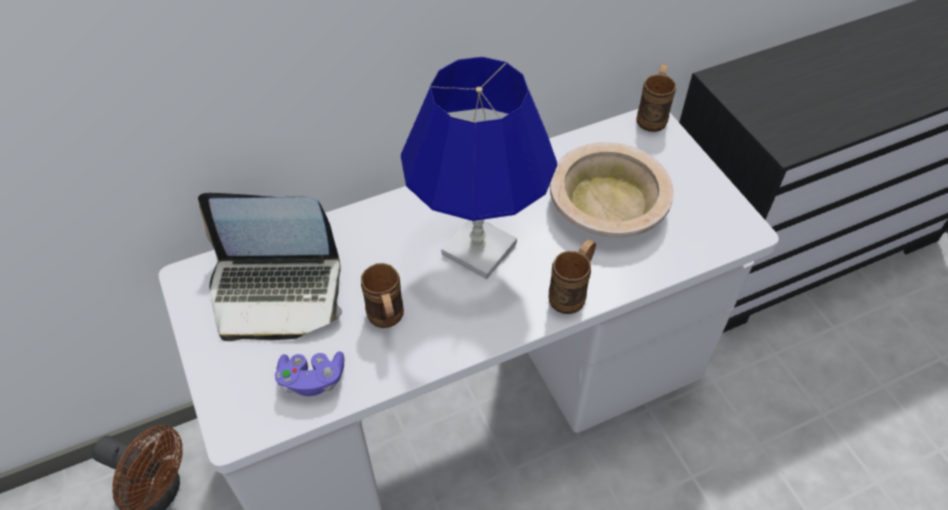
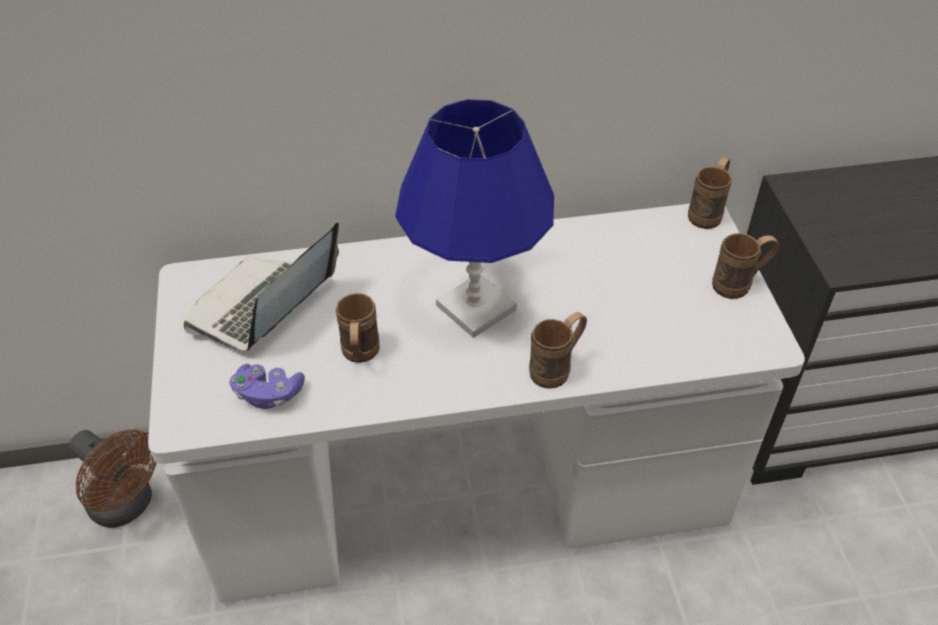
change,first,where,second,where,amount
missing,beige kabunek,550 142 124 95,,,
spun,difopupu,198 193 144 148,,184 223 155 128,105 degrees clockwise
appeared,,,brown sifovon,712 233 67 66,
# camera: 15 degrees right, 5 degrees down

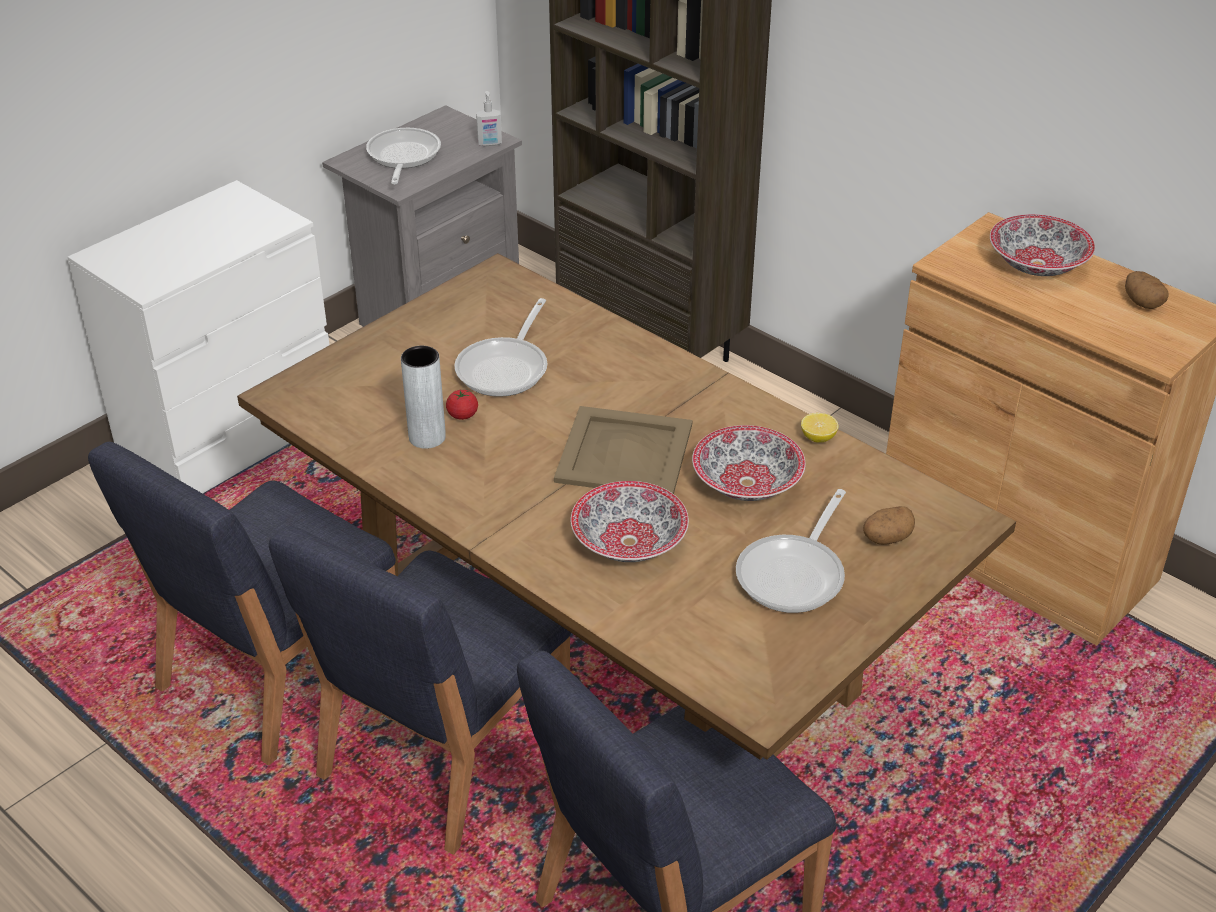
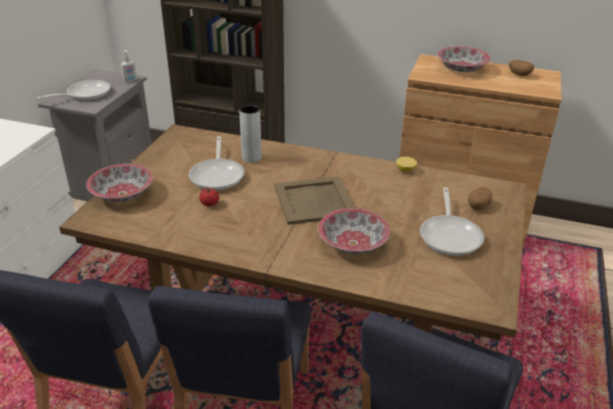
change,first,where,second,where,amount
spun,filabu,366 128 75 56,,37 80 74 21,75 degrees clockwise
relocated,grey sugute,401 346 45 103,,239 105 23 58,
relocated,kabunek,692 425 114 76,,86 164 67 38,
# camera: 25 degrees left, 5 degrees down

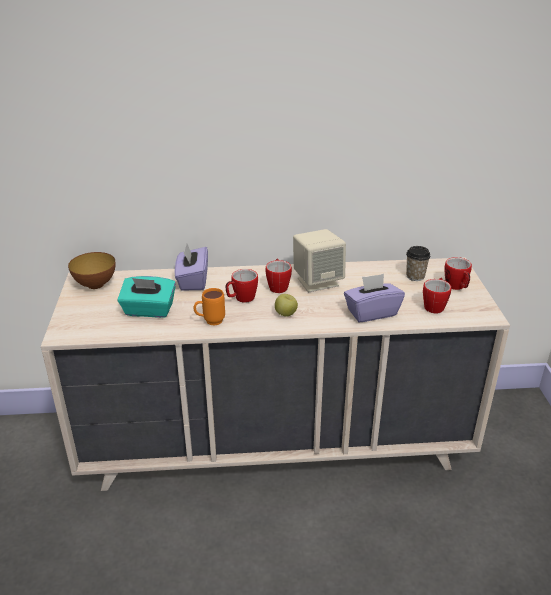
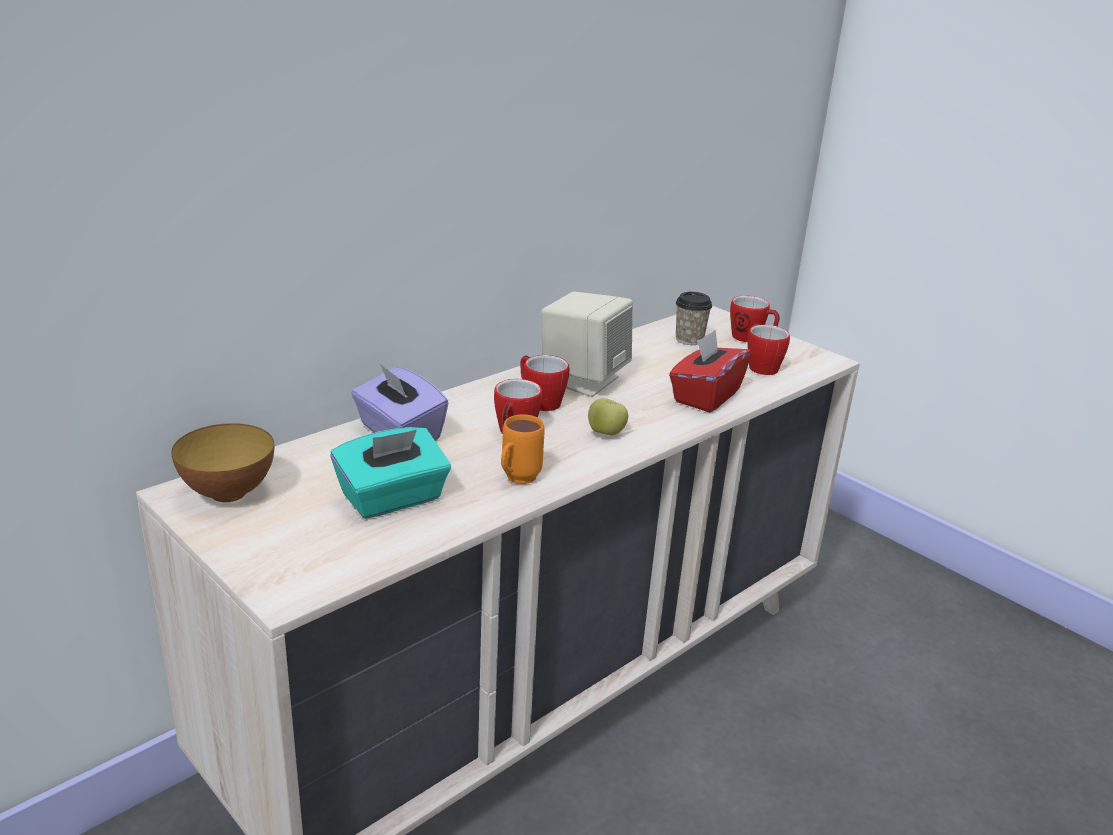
change,first,where,second,where,amount
colour,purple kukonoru,344 274 61 48,red kukonoru,669 330 82 83,
# camera: 40 degrees left, 5 degrees down

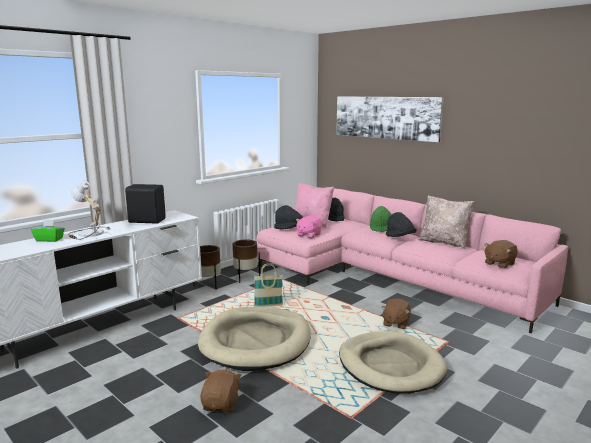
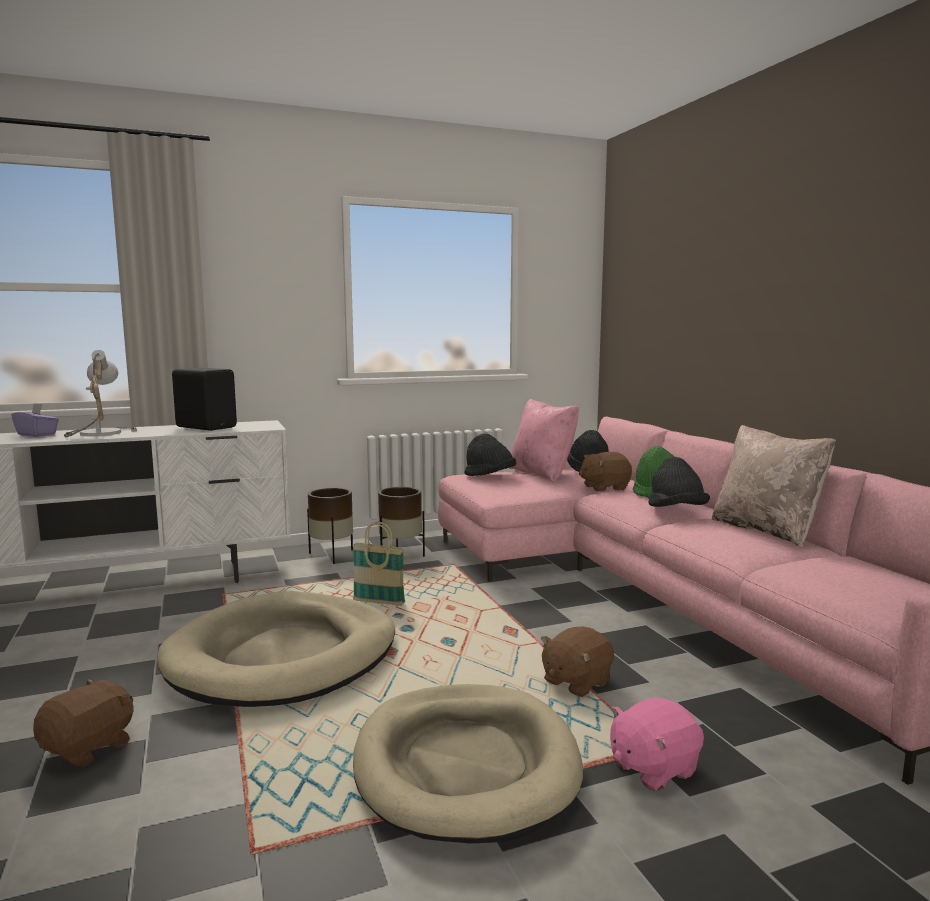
change,first,where,second,where,amount
missing,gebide,336 96 108 46,,,
relocated,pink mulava,296 215 26 23,,610 697 94 94,
colour,green kukonoru,31 219 34 23,purple kukonoru,11 403 48 34,
relocated,brown mulava,484 240 34 29,,579 452 53 40,
# camera: 25 degrees right, 5 degrees down

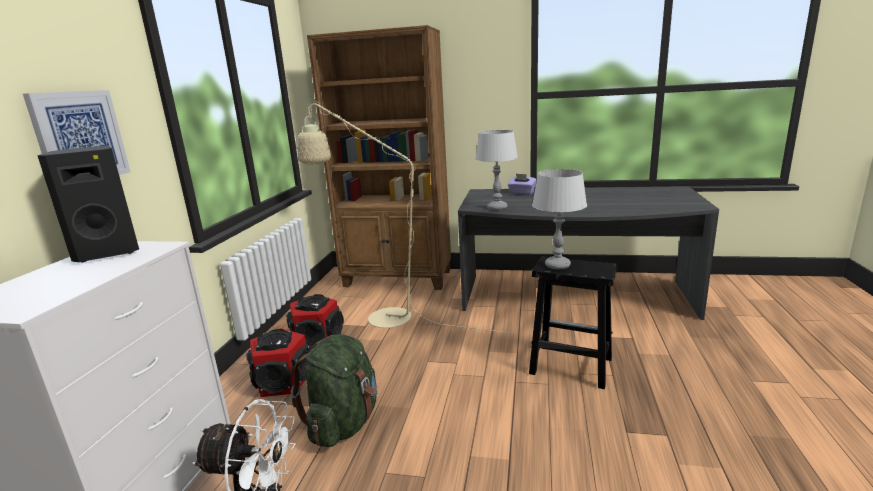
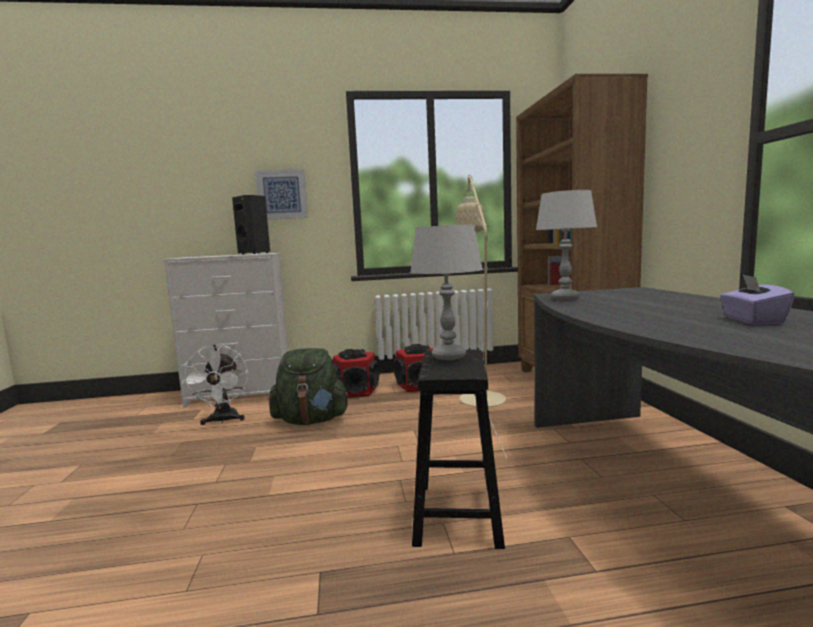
change,first,where,second,where,amount
relocated,purple kukonoru,508 174 29 21,,720 275 75 49,
# camera: 70 degrees right, 10 degrees down

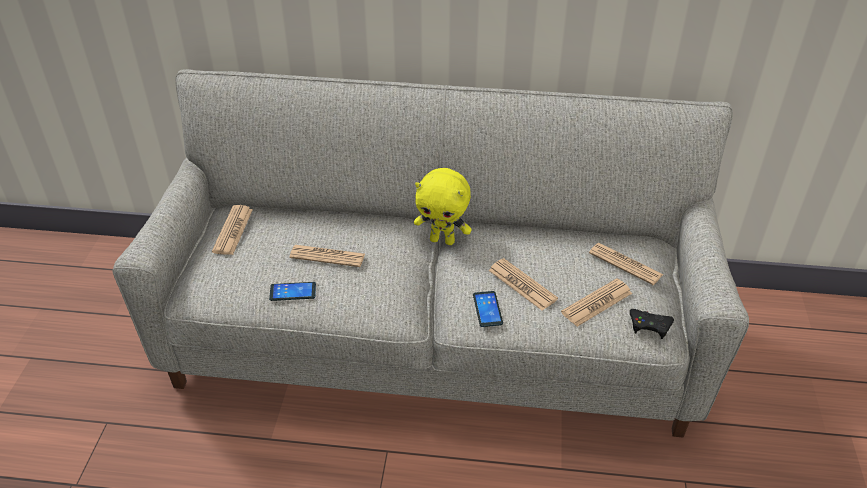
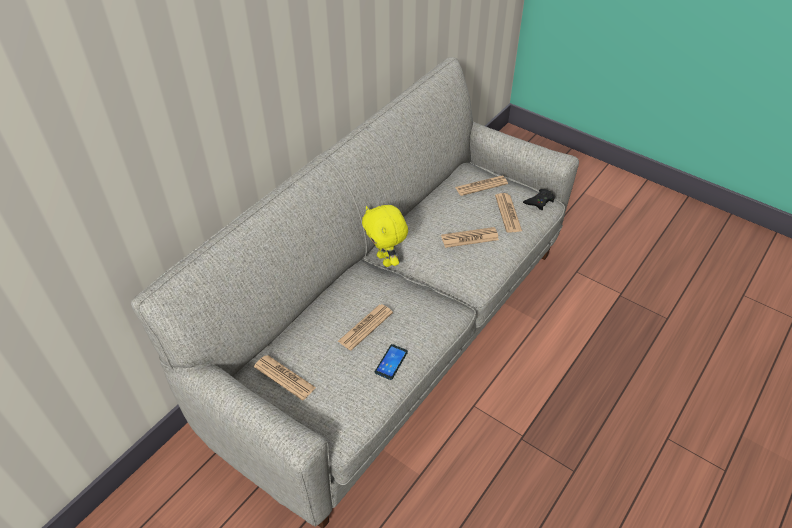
change,first,where,second,where,amount
spun,yellow mulava,414 168 58 77,,362 205 46 62,105 degrees clockwise
missing,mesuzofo,473 291 30 36,,,
# camera: 60 degrees left, 5 degrees up

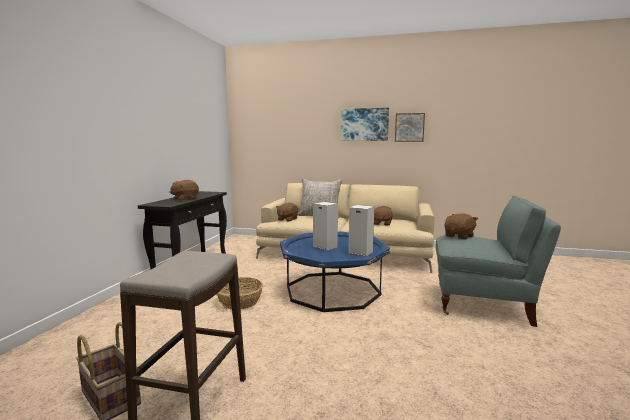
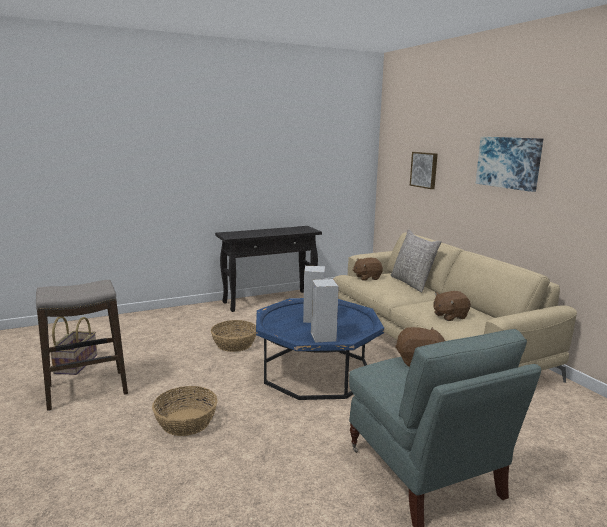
change,first,where,second,where,amount
relocated,gebide,395 113 30 29,,410 152 28 37,
missing,brown mulava,170 180 29 21,,,
appeared,,,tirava,152 386 66 50,
# camera: 50 degrees right, 5 degrees up

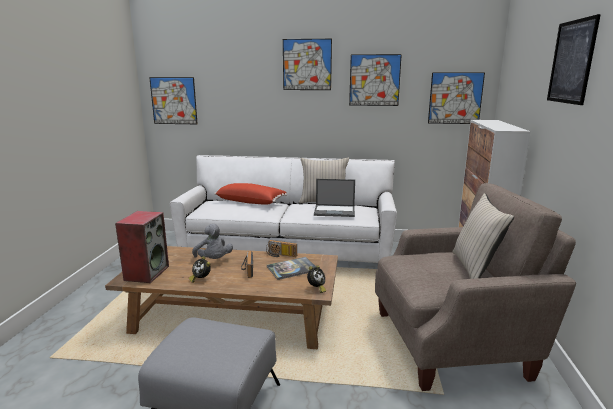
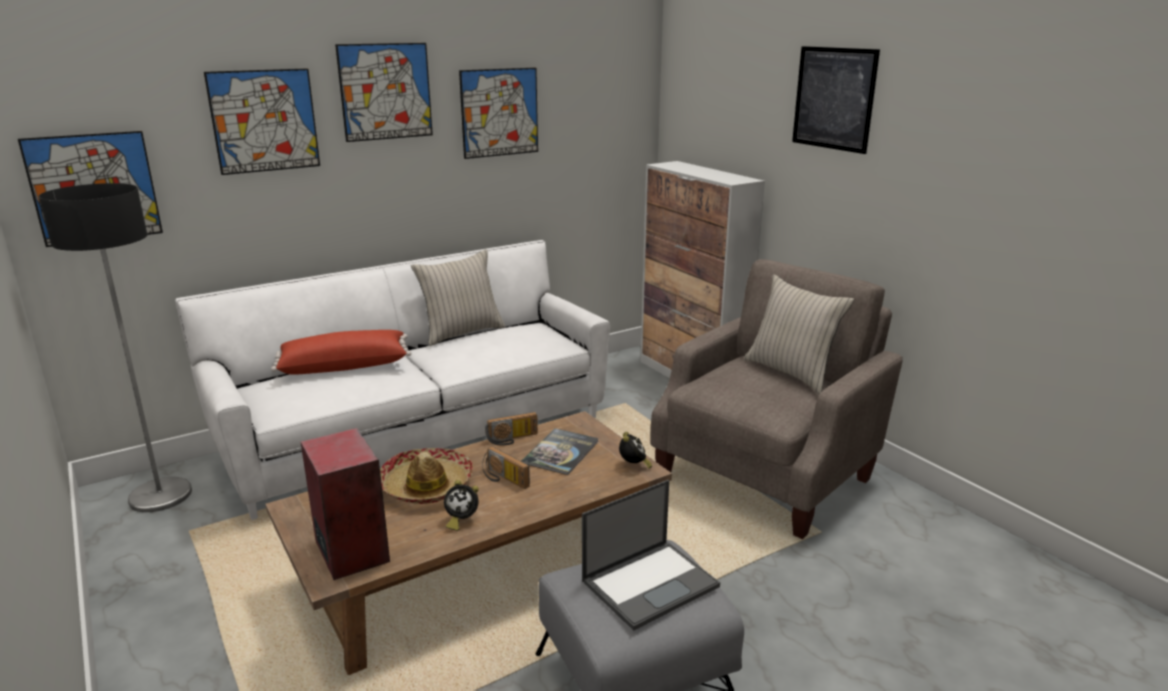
change,first,where,second,where,amount
relocated,gebide,428 72 57 52,,204 68 116 107,
relocated,difopupu,314 179 41 38,,582 480 138 151,
exchanged,grey mulava,192 224 41 35,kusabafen,380 448 93 56,
appeared,,,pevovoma,38 183 154 329,
# camera: 40 degrees left, 5 degrees up

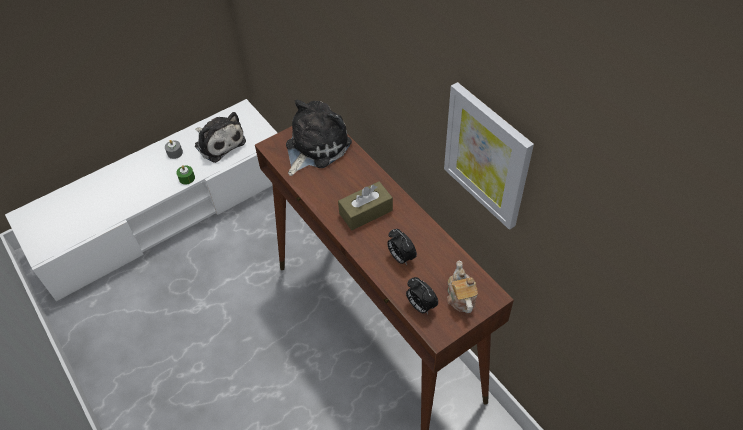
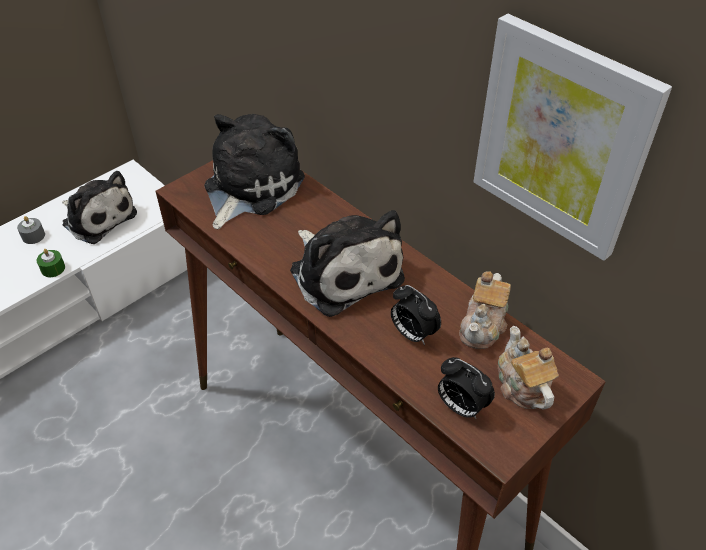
change,first,where,second,where,amount
exchanged,brown kukonoru,338 181 55 49,mulava,290 210 115 107,
appeared,,,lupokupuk,459 271 52 78,
# camera: 10 degrees left, 5 degrees down

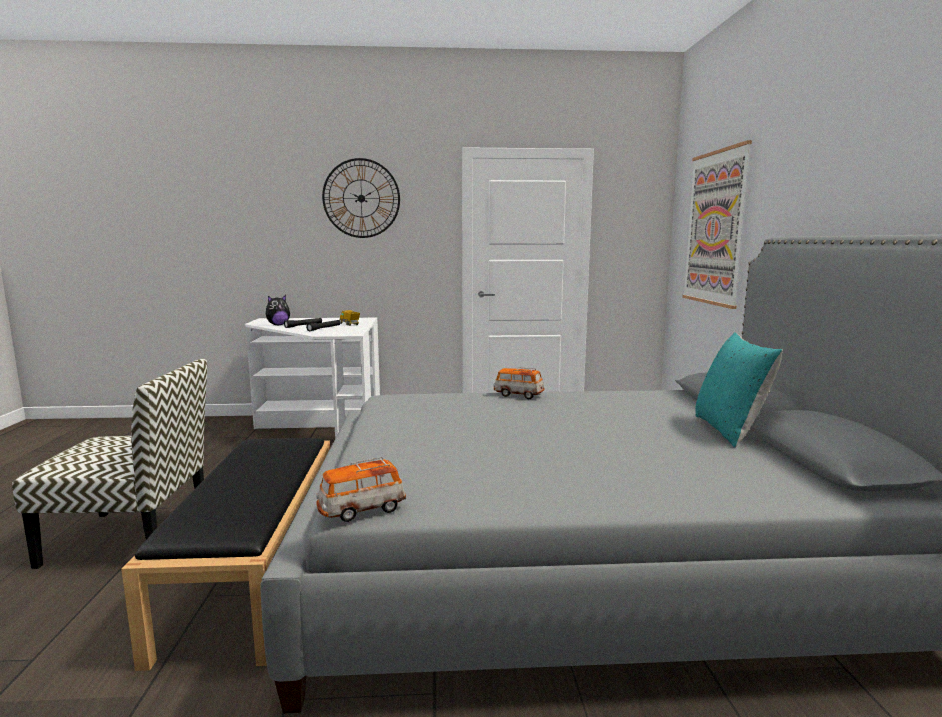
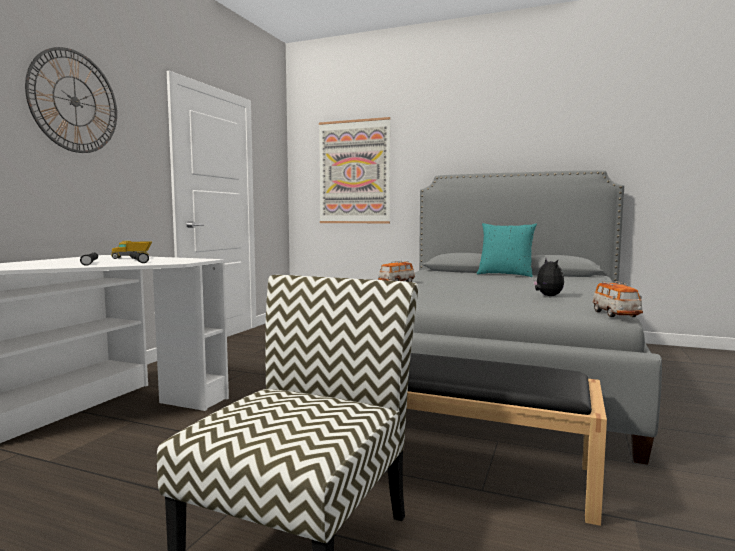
change,first,where,second,where,amount
relocated,mulava,266 295 24 31,,533 258 31 38,
# camera: 65 degrees left, 5 degrees down

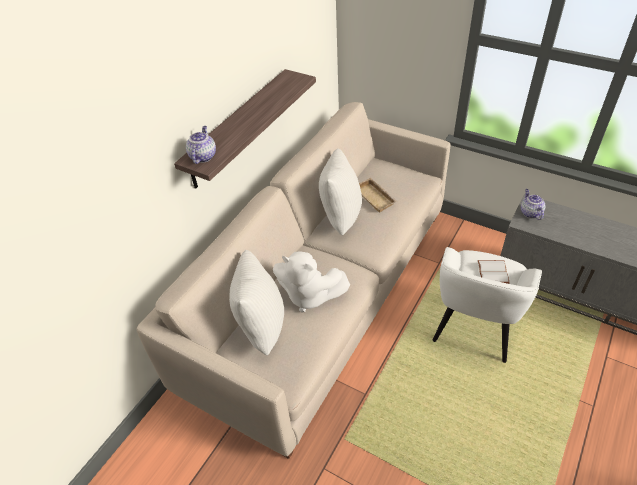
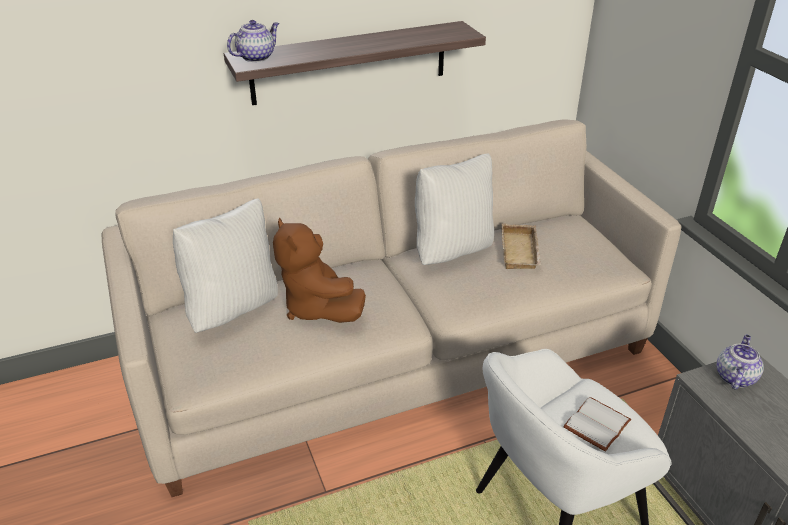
change,first,where,second,where,amount
colour,white mulava,273 251 77 61,brown mulava,273 218 93 105,
# camera: 35 degrees right, 10 degrees down

